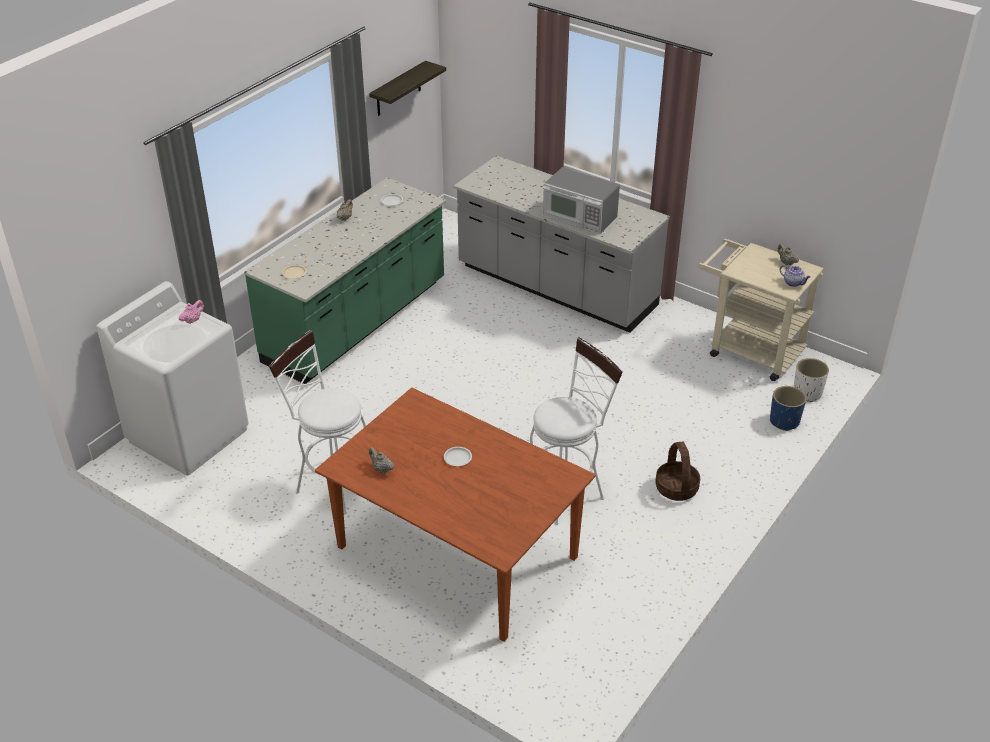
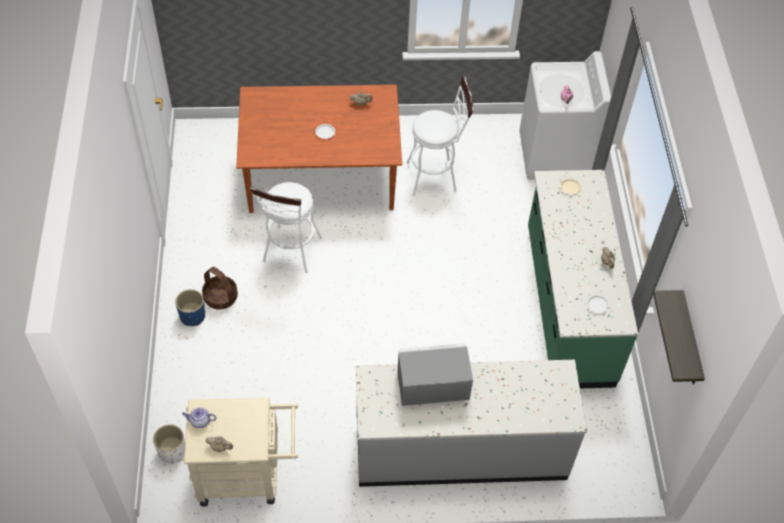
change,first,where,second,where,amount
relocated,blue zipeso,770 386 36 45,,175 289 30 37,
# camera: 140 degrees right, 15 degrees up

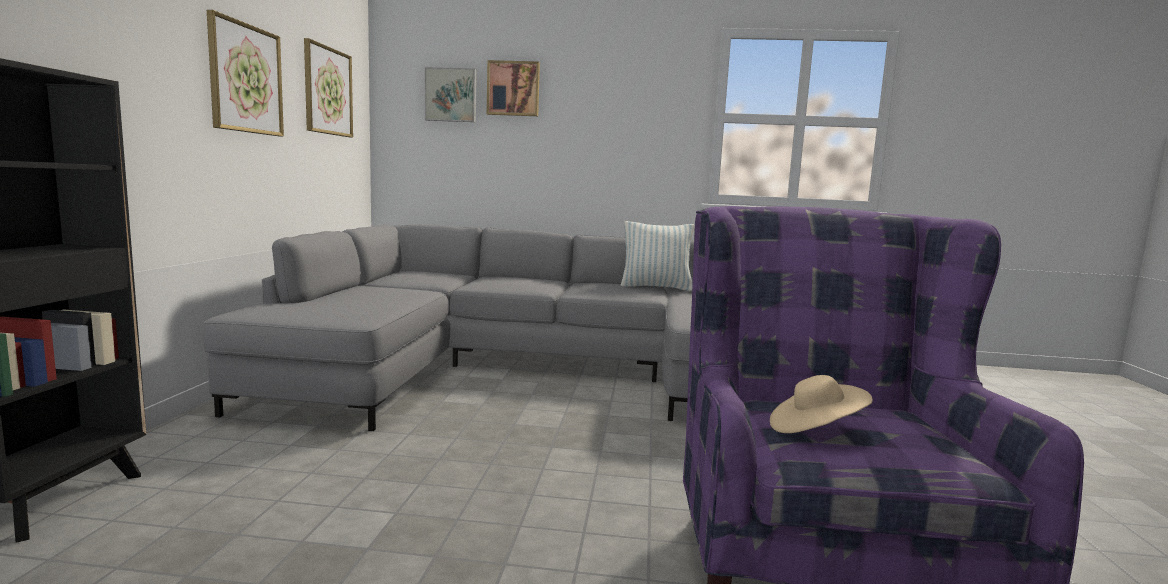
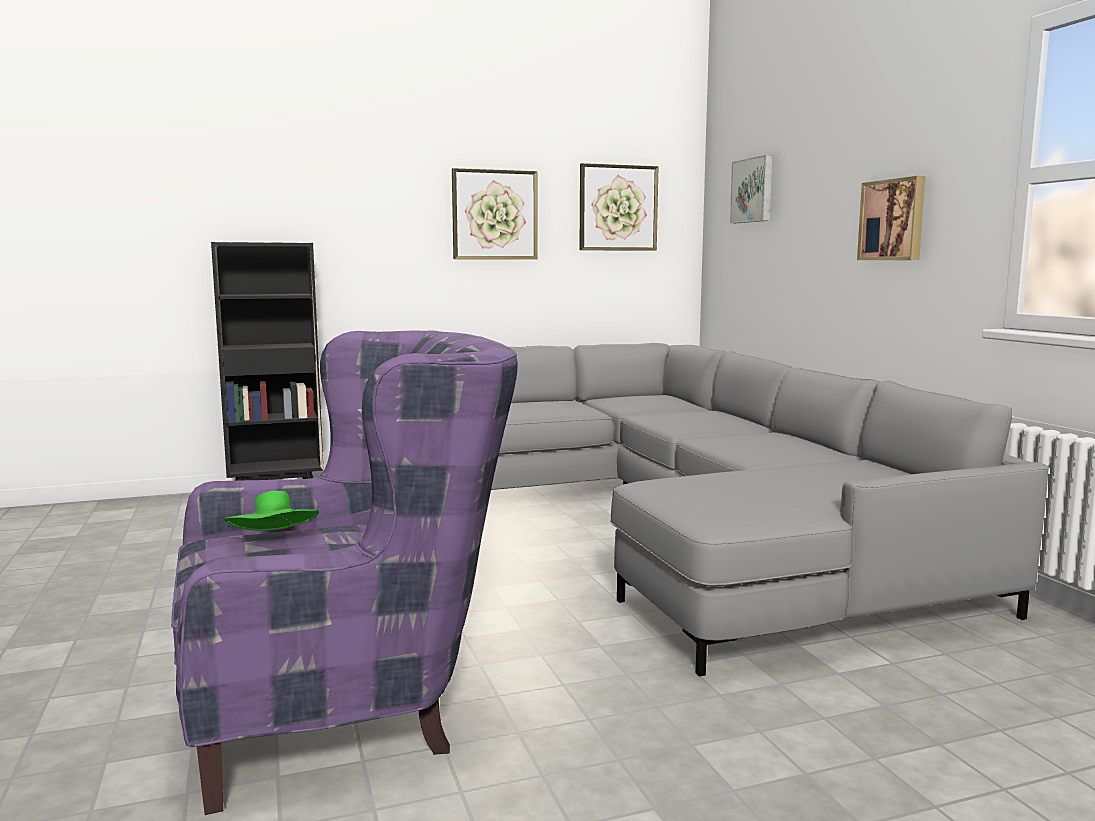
change,first,where,second,where,amount
relocated,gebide,487 60 53 56,,857 176 68 84,
missing,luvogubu,620 221 75 70,,,
colour,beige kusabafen,770 375 103 58,green kusabafen,224 491 95 40,
# camera: 65 degrees right, 0 degrees up

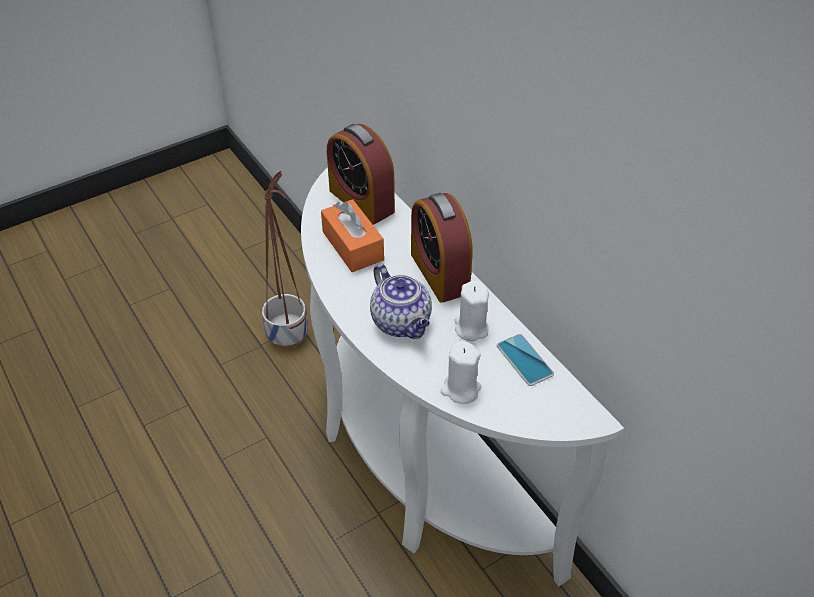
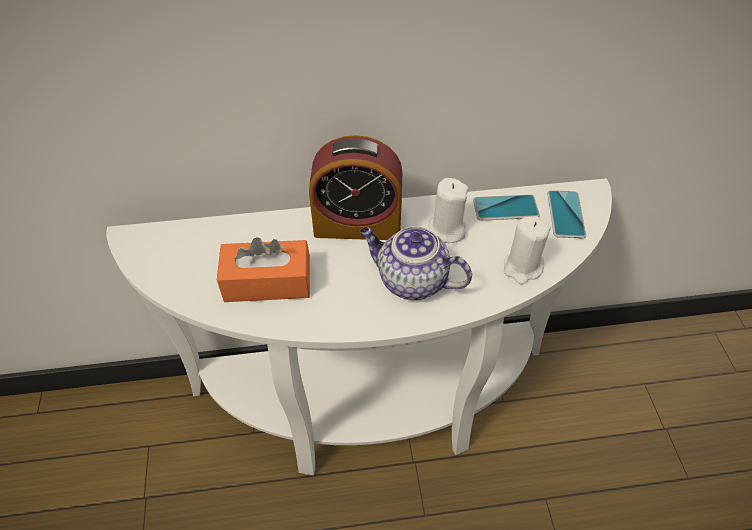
change,first,where,second,where,amount
missing,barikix,327 123 68 102,,,
missing,zipeso,262 171 46 178,,,
spun,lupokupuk,370 264 62 75,,359 226 113 74,150 degrees counterclockwise
appeared,,,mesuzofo,547 190 39 48,
# camera: 65 degrees left, 5 degrees up

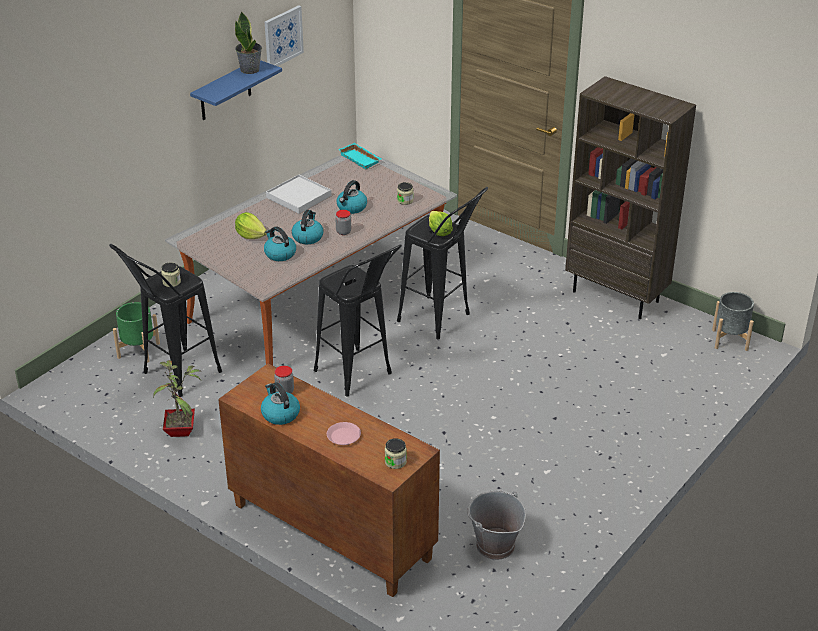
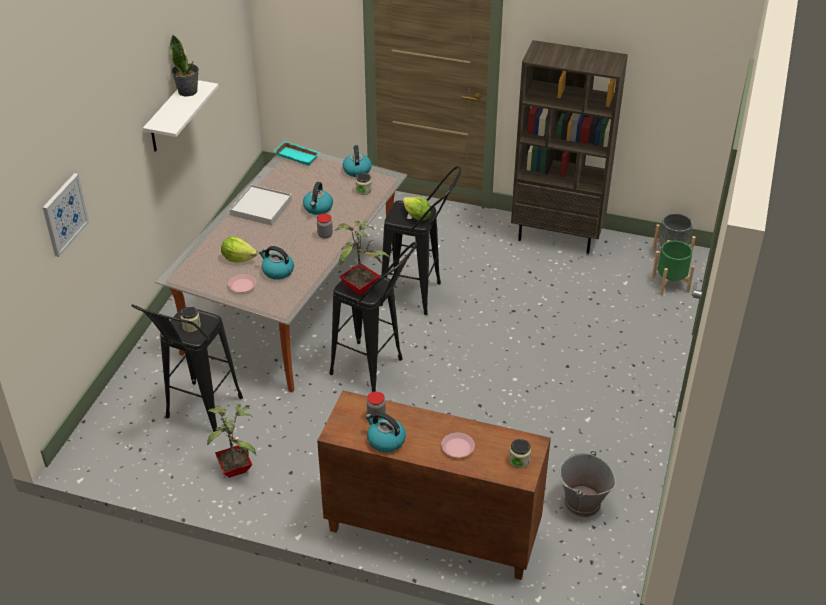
change,first,where,second,where,amount
relocated,gebide,265 5 39 61,,43 173 46 84,
colour,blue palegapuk,190 60 92 60,white palegapuk,143 80 76 72,
relocated,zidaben,292 210 32 34,,342 145 30 32,
relocated,green zipeso,113 302 47 61,,652 241 43 54,
appeared,,,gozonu,335 221 56 75,
appeared,,,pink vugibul,228 274 28 19,
# camera: 20 degrees left, 5 degrees up

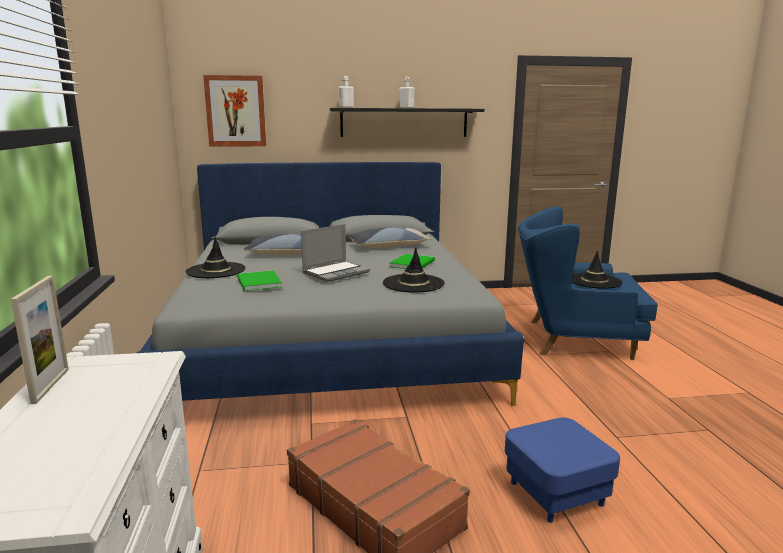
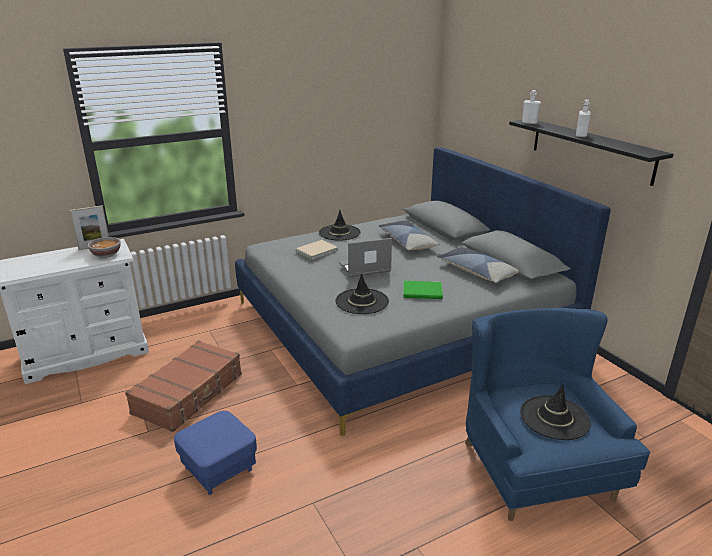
change,first,where,second,where,amount
missing,gebide,203 75 63 72,,,
spun,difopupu,301 224 69 58,,339 238 53 39,135 degrees clockwise
colour,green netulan,237 270 45 21,beige netulan,295 240 43 20,
appeared,,,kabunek,88 237 33 21,
# camera: 70 degrees right, 10 degrees up

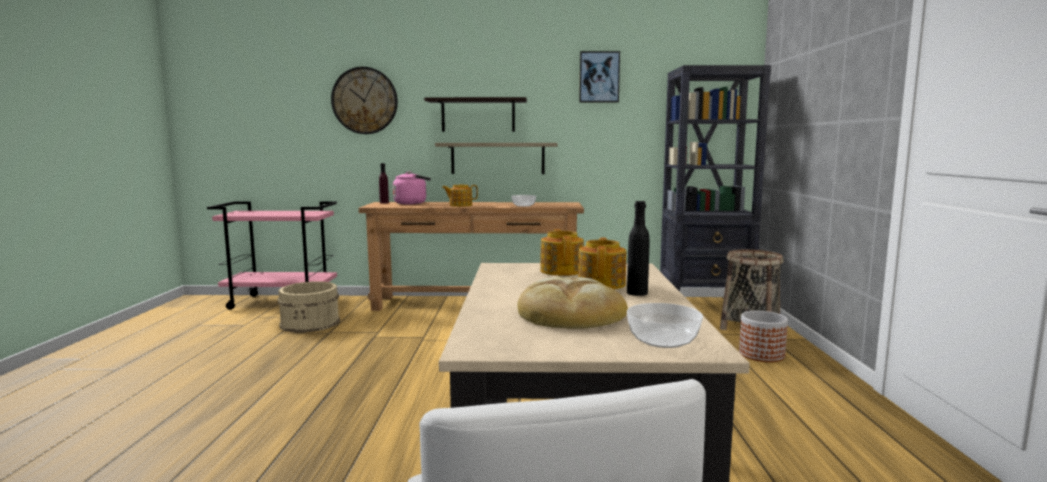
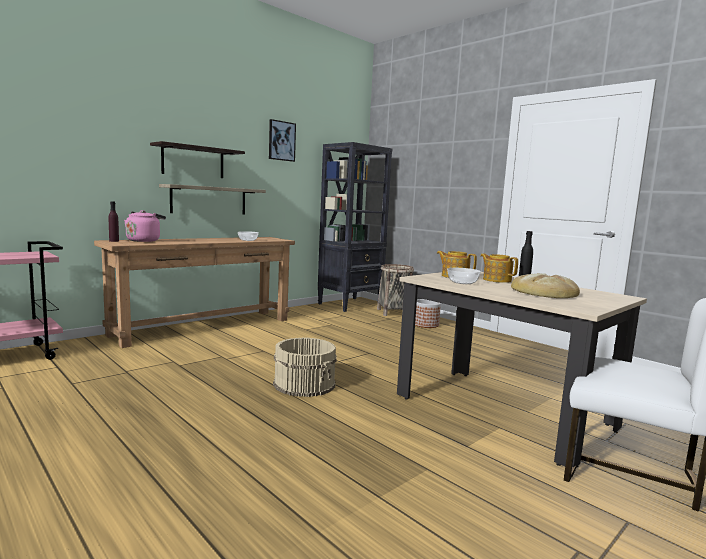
change,first,where,second,where,amount
missing,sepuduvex,331 67 67 67,,,
missing,lupokupuk,442 185 36 22,,,
relocated,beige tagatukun,278 281 62 52,,273 338 64 59,
relocated,kabunek,627 303 76 45,,447 268 34 16,
# camera: 45 degrees left, 0 degrees up

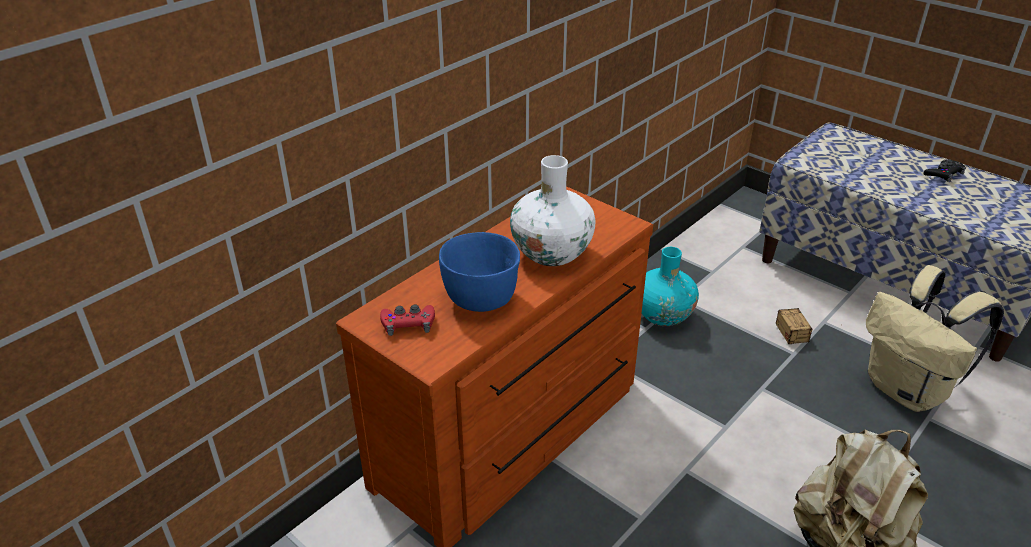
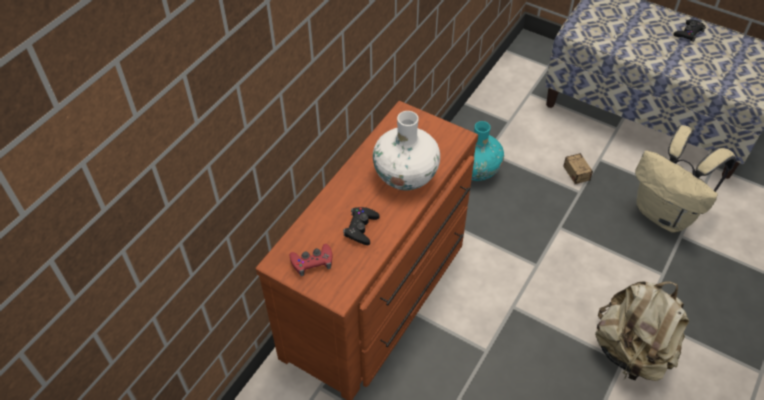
change,first,where,second,where,amount
exchanged,blue kabunek,439 232 81 80,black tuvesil,343 207 37 38,
# camera: 10 degrees left, 15 degrees up

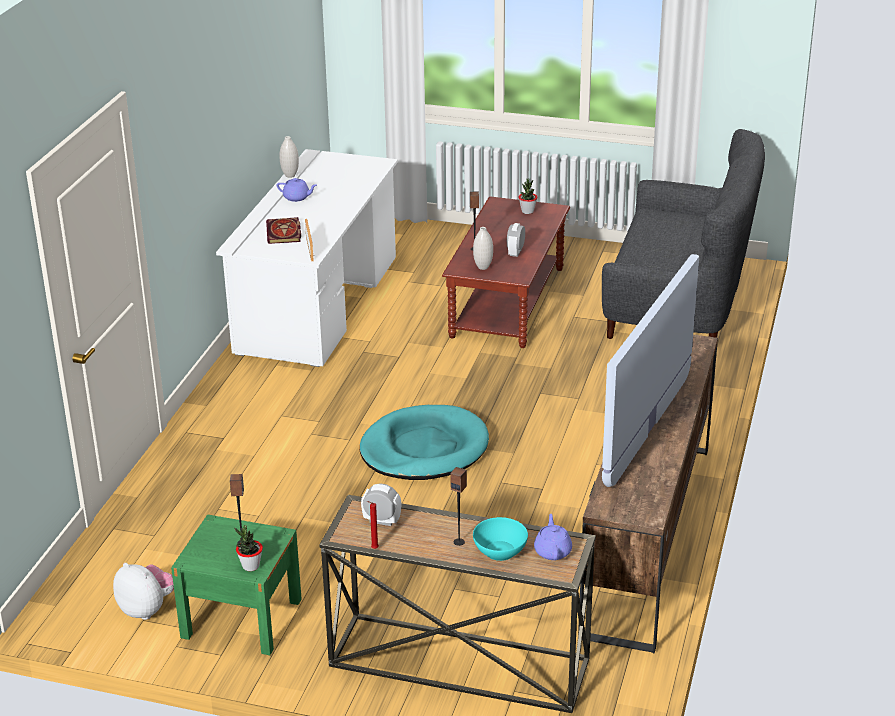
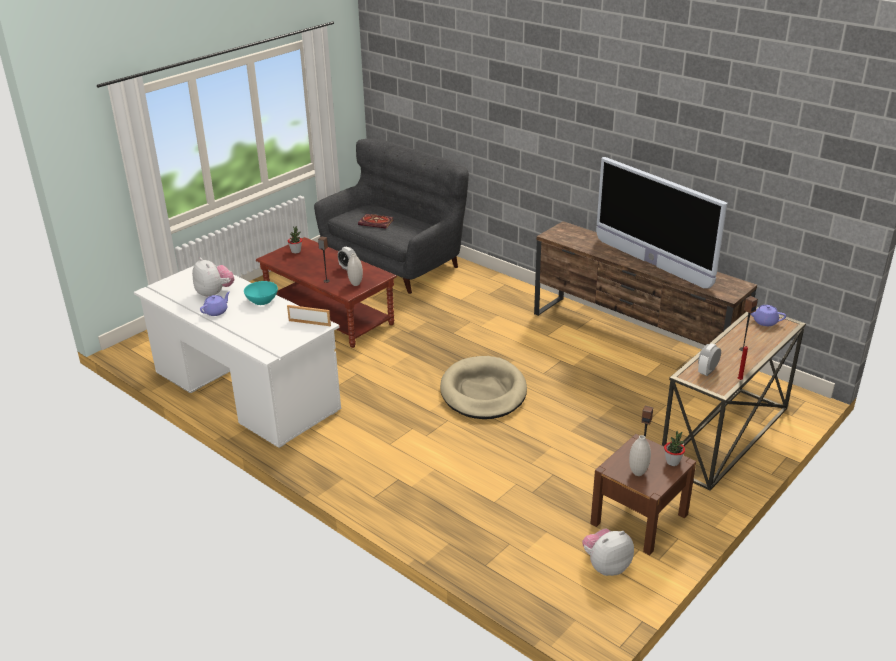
change,first,where,second,where,amount
relocated,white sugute,279 136 20 42,,629 435 22 41,
relocated,netulan,266 217 35 27,,358 214 36 14,
colour,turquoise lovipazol,360 405 129 75,beige lovipazol,440 356 87 63,
colour,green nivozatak,171 515 130 140,brown nivozatak,590 434 106 121,
relocated,turquoise kabunek,473 517 55 44,,244 281 34 24,
appeared,,,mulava,192 257 43 40,
# camera: 65 degrees left, 0 degrees up

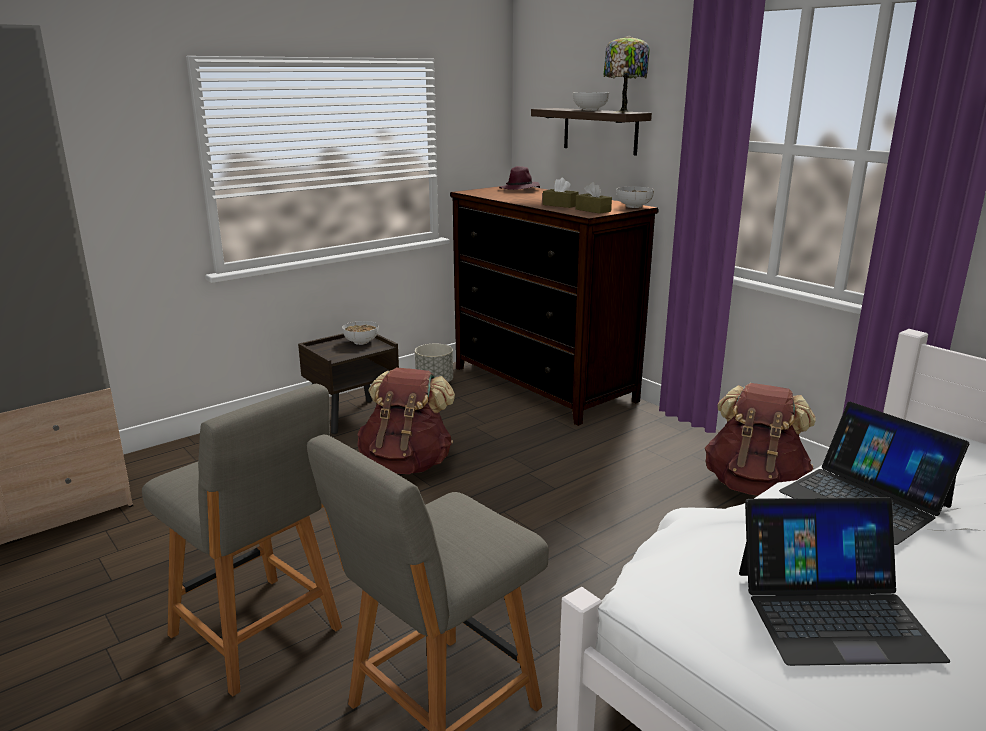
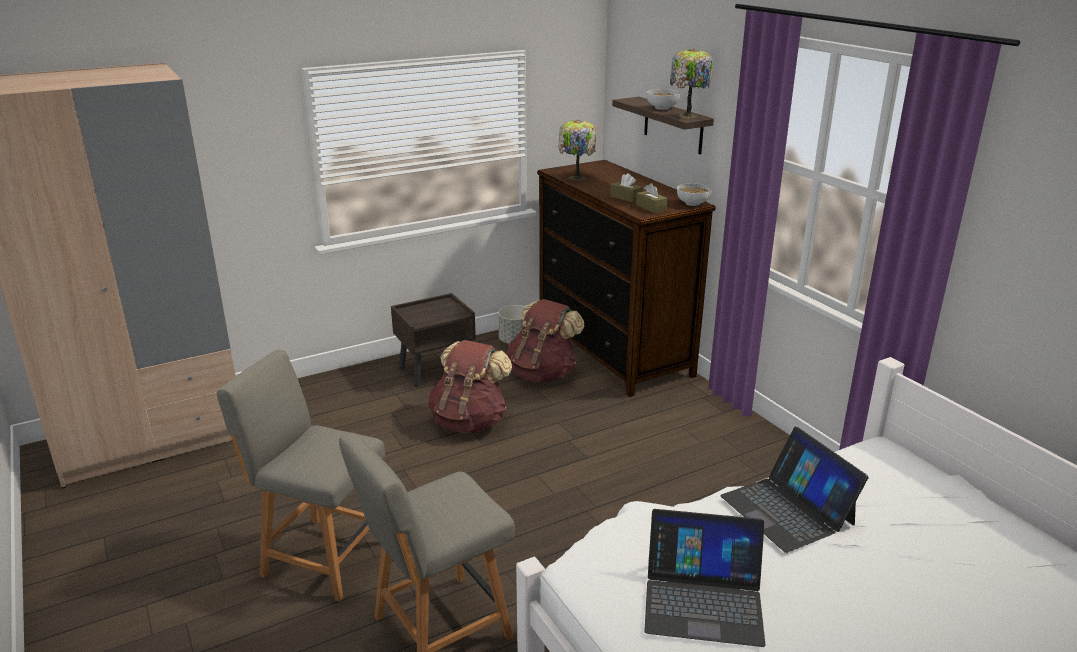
change,first,where,second,where,amount
missing,purple kusabafen,499 166 41 24,,,
missing,kabunek,342 321 37 24,,,
relocated,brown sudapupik,705 383 111 113,,507 299 77 83,
spun,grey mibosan,142 384 200 312,,217 350 168 252,150 degrees clockwise
appeared,,,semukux,558 120 38 60,
# camera: 10 degrees right, 5 degrees up

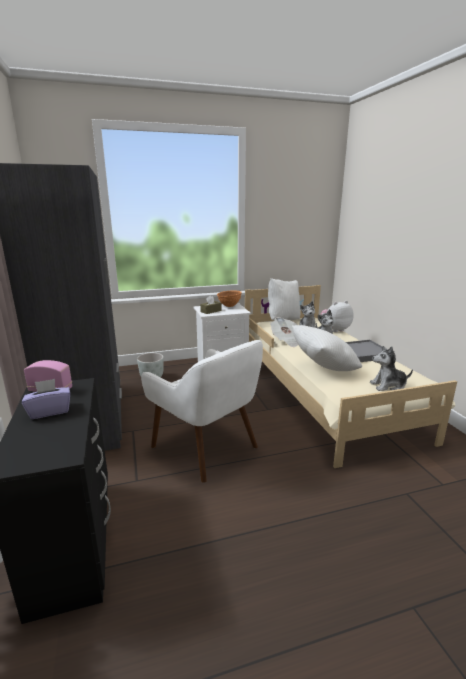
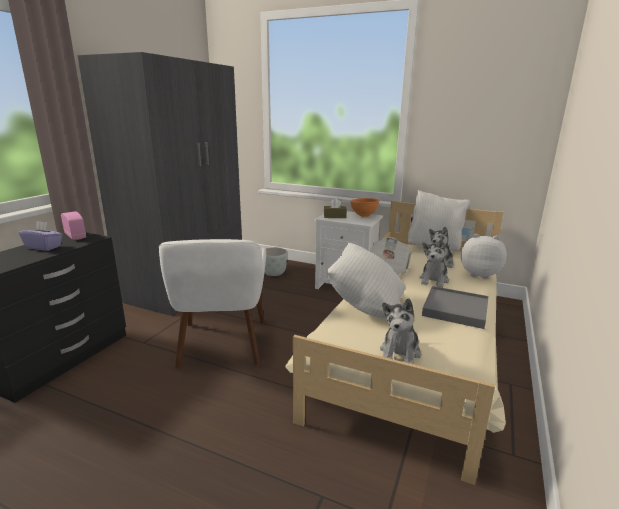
change,first,where,second,where,amount
spun,mulava,370 346 43 45,,380 298 41 66,105 degrees counterclockwise
# camera: 40 degrees right, 0 degrees up

